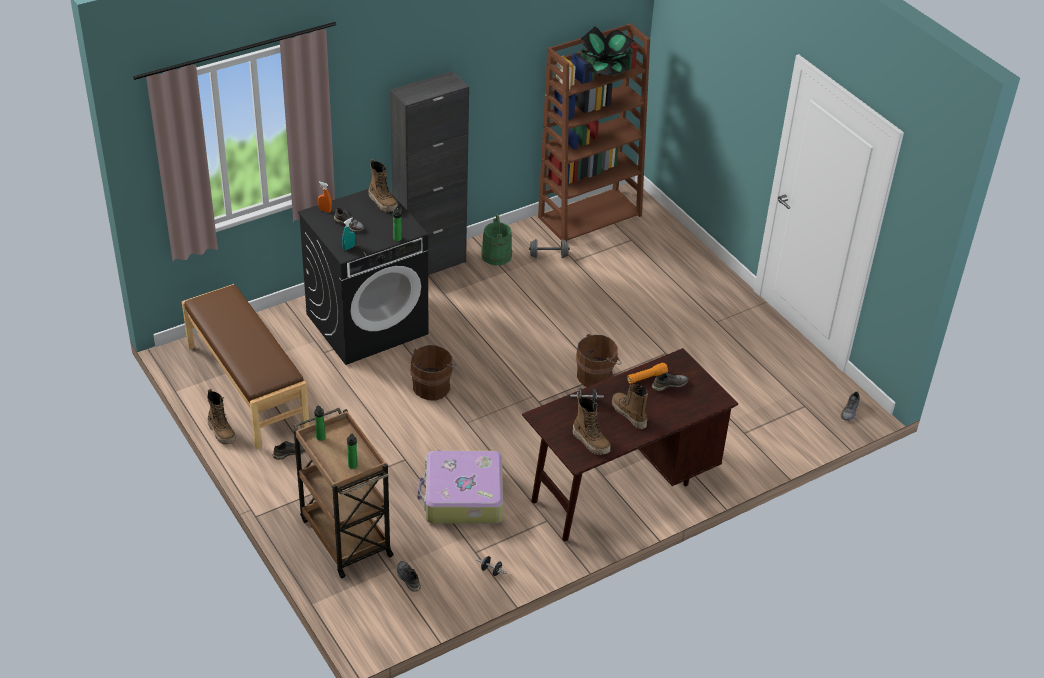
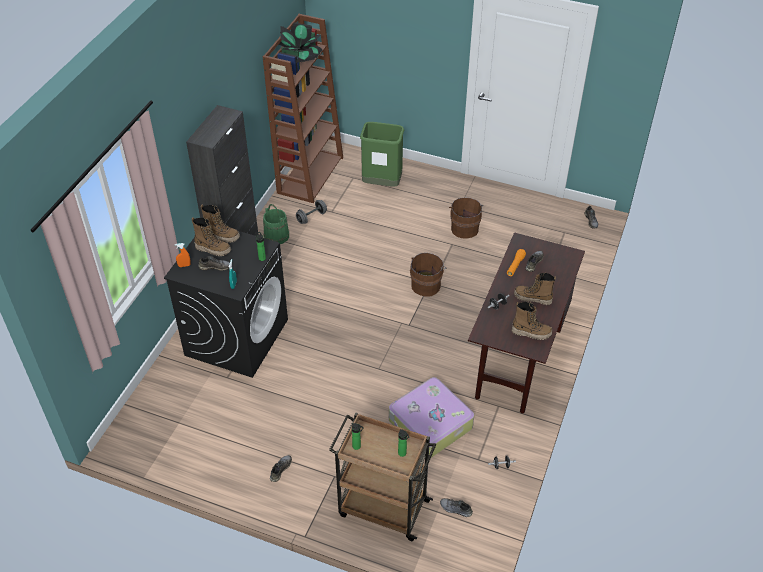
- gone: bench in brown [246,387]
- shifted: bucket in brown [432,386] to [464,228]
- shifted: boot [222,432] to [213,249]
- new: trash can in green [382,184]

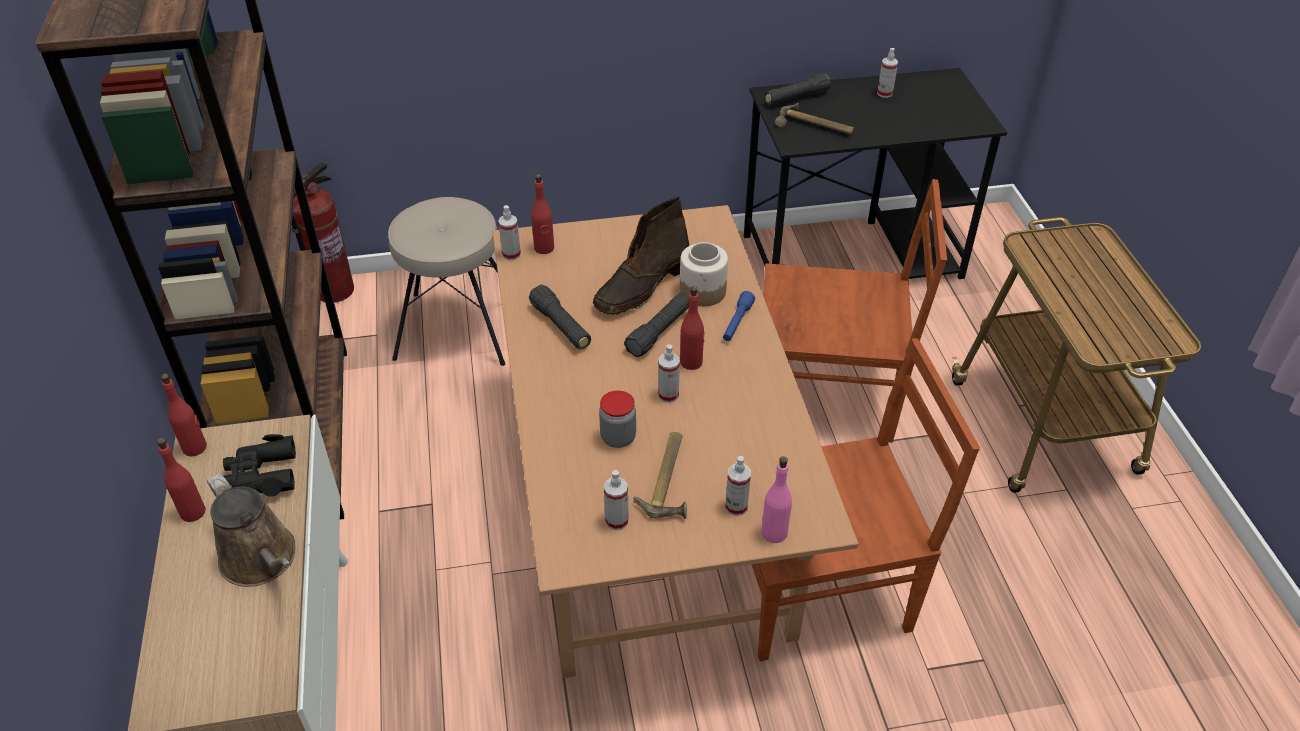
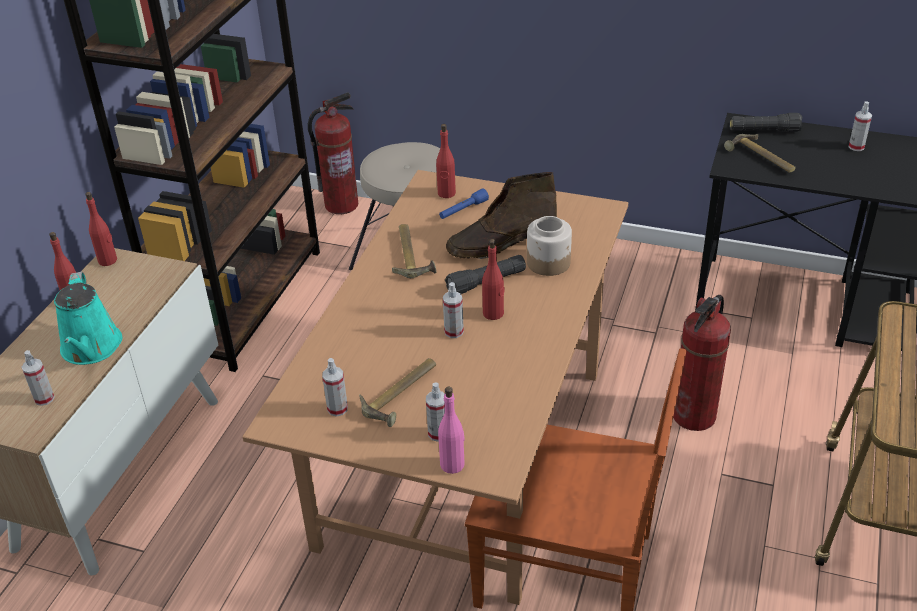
- swapped: chair in brown [829,395] to fire extinguisher [694,416]
- shifted: spray bottle [511,254] to [44,398]
- swapped: flashlight in black [561,326] to hammer [412,254]
- shifted: flashlight in blue [737,322] to [463,210]
- gone: jar [618,438]
- gone: binoculars in black [262,475]
- repainted: watering can in brown [262,560] to watering can in turquoise [91,349]

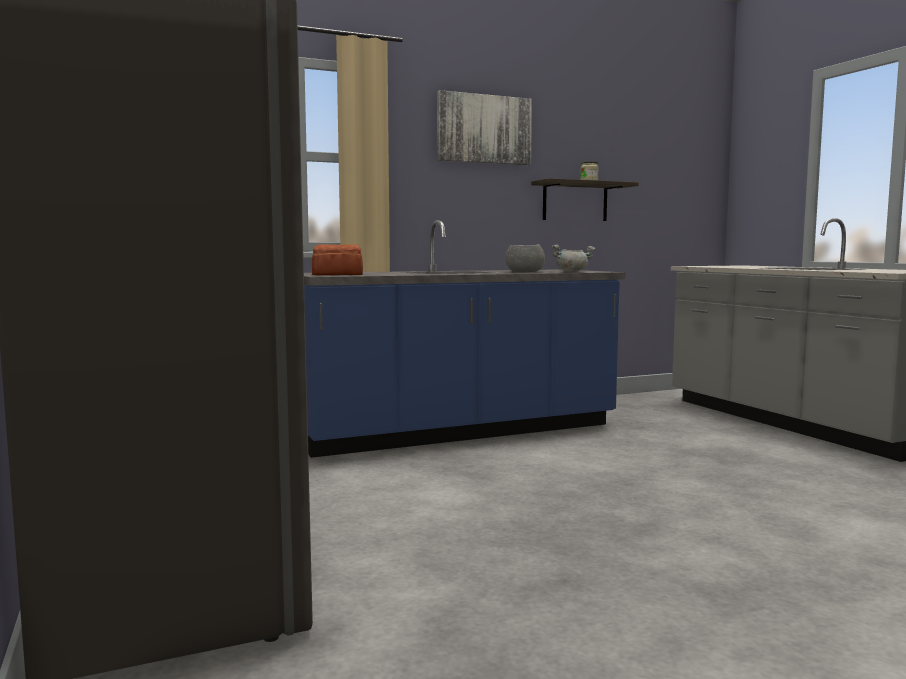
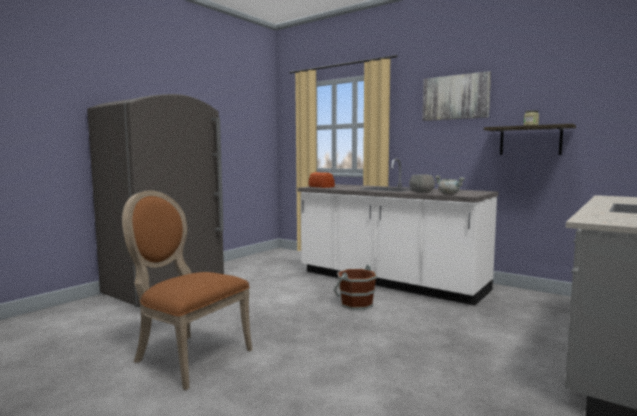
- repainted: counter in blue [457,431] to counter in white [389,281]
- new: chair in brown [187,356]
- new: bucket in brown [355,304]

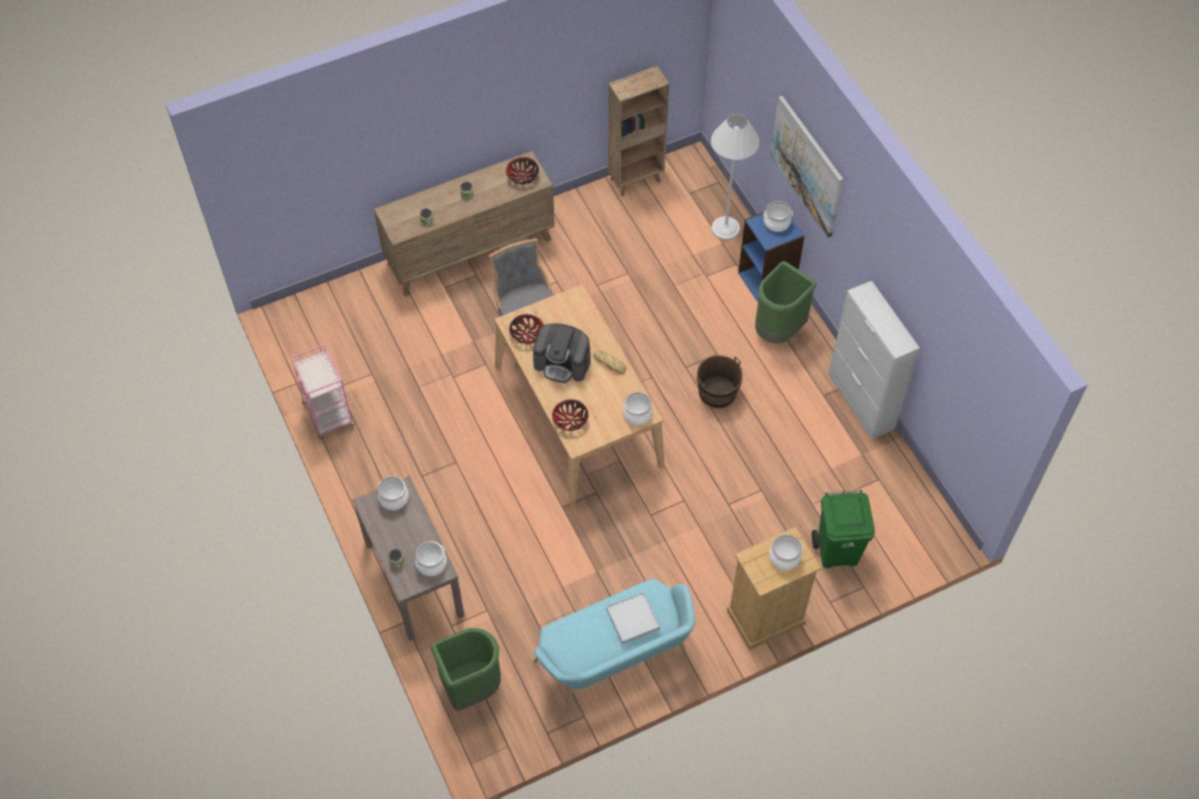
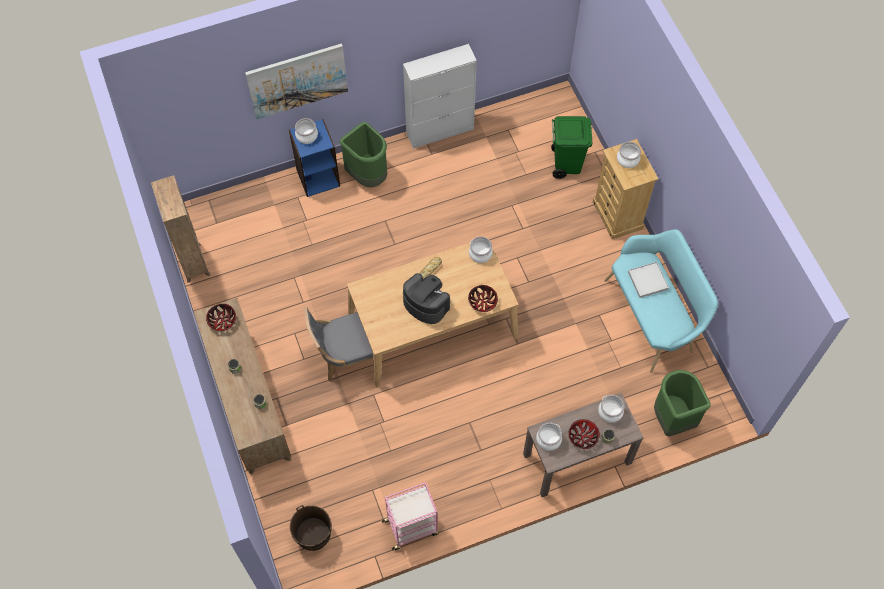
- gone: floor lamp in white [725,228]
- shifted: bowl [527,334] to [582,437]
- rotated: coffee machine [562,363] = [425,304] 75 degrees counterclockwise
- shifted: bucket in brown [717,393] to [313,534]

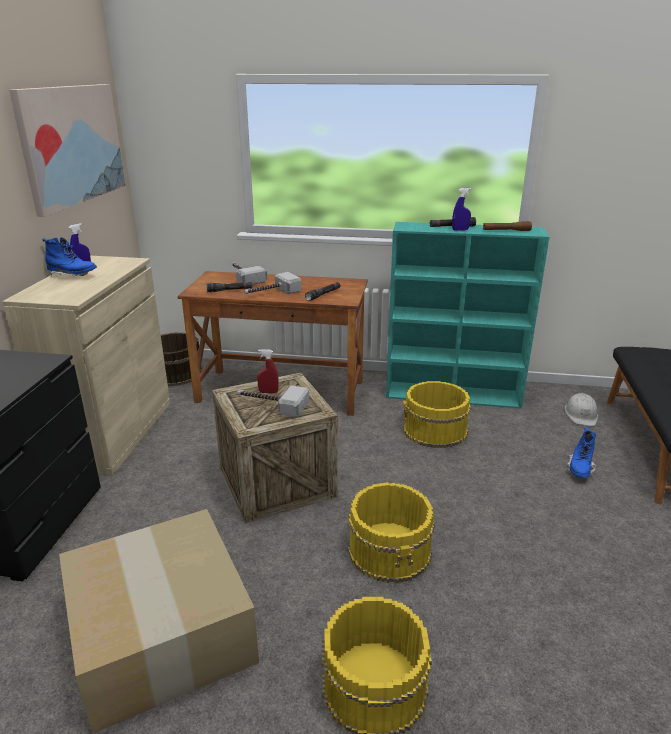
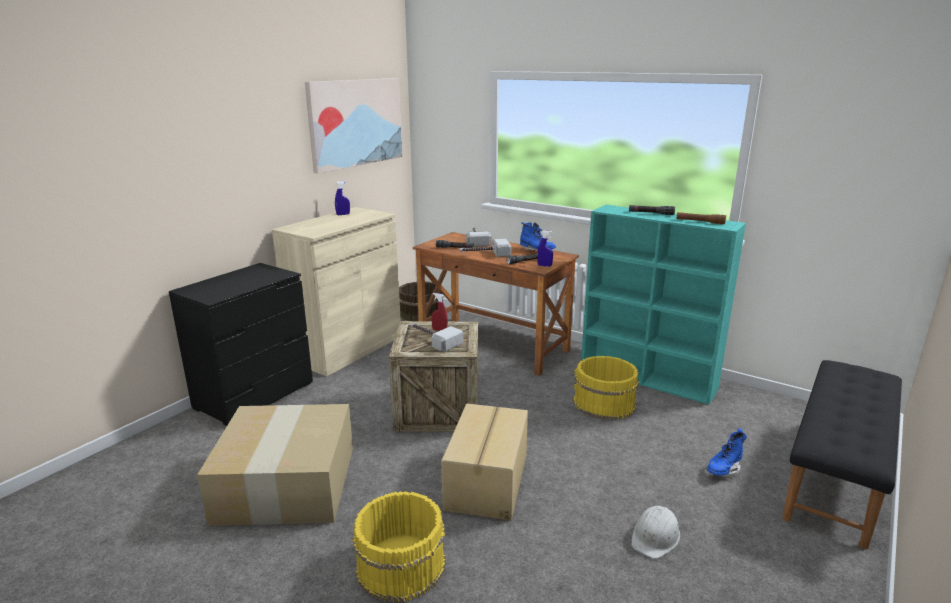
- shifted: spray bottle in blue [460,230] to [544,266]
- shifted: boot in blue [72,276] to [537,251]
- shifted: hard hat in white [581,414] to [655,536]
- swapped: bucket in yellow [390,550] to cardboard box [488,481]

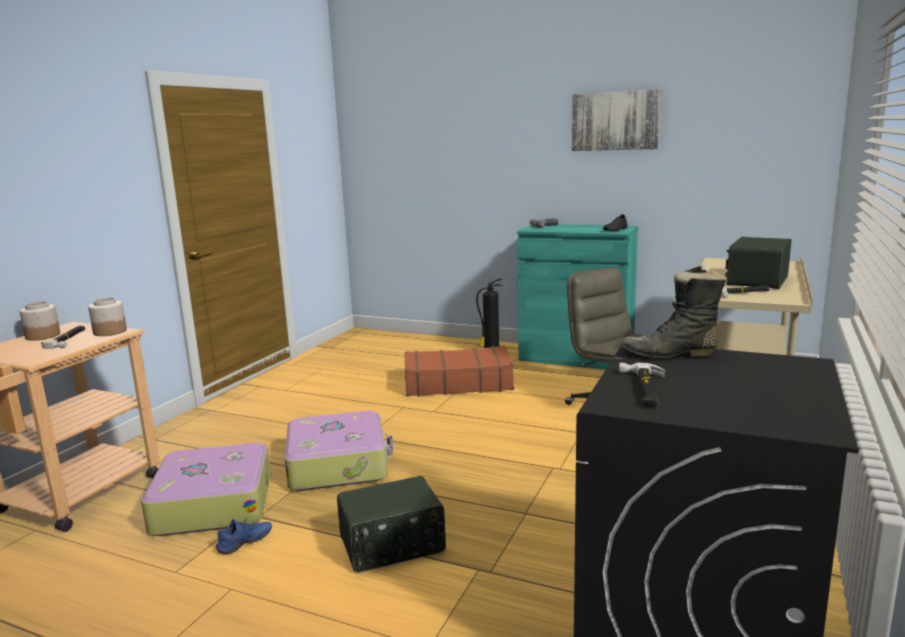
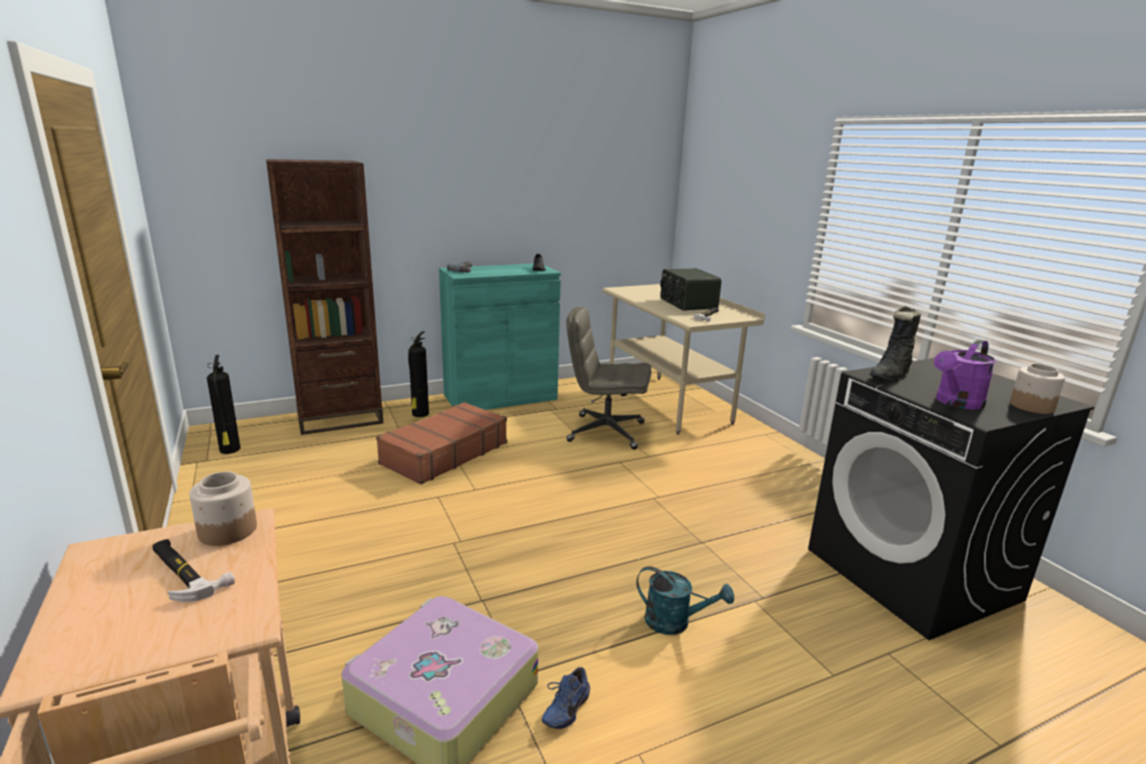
- gone: picture [615,121]
- shifted: jar [43,336] to [1031,406]
- swapped: hammer [643,388] to watering can in purple [956,403]
- gone: suitcase [338,464]
- swapped: radio [392,546] to watering can in turquoise [675,622]
- rotated: shoe in blue [245,544] = [564,708] 150 degrees counterclockwise
- new: bookcase in brown [340,419]
- new: fire extinguisher [230,450]

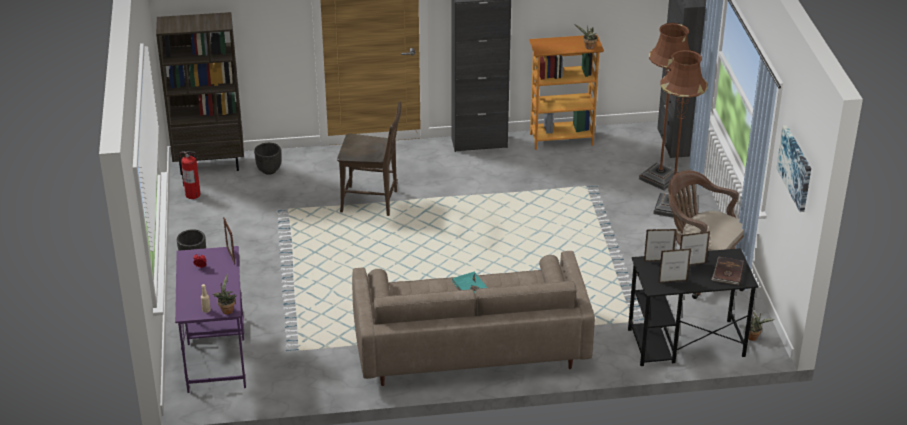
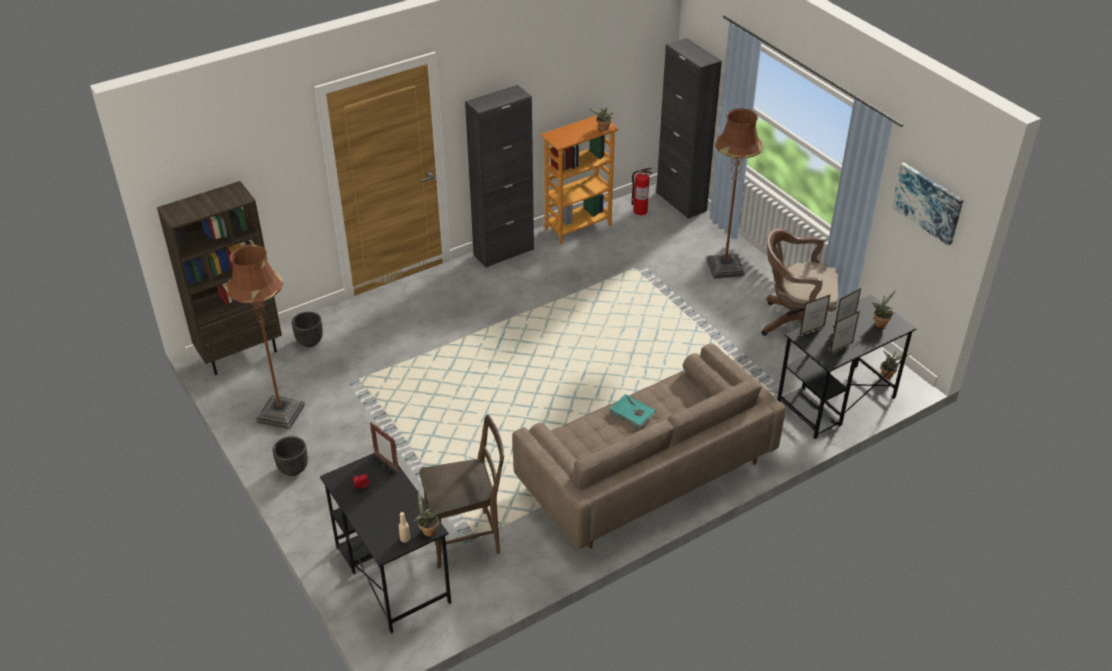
- shifted: floor lamp in brown [660,178] to [281,414]
- shifted: chair in brown [372,202] to [467,538]
- shifted: fire extinguisher [192,194] to [640,211]
- repainted: desk in purple [216,353] to desk in black [391,573]
- swapped: book in brown [727,272] to potted plant [880,323]

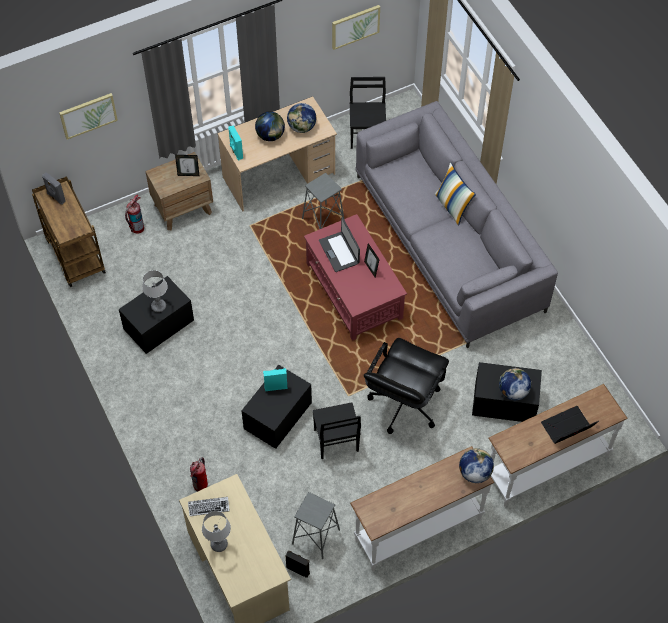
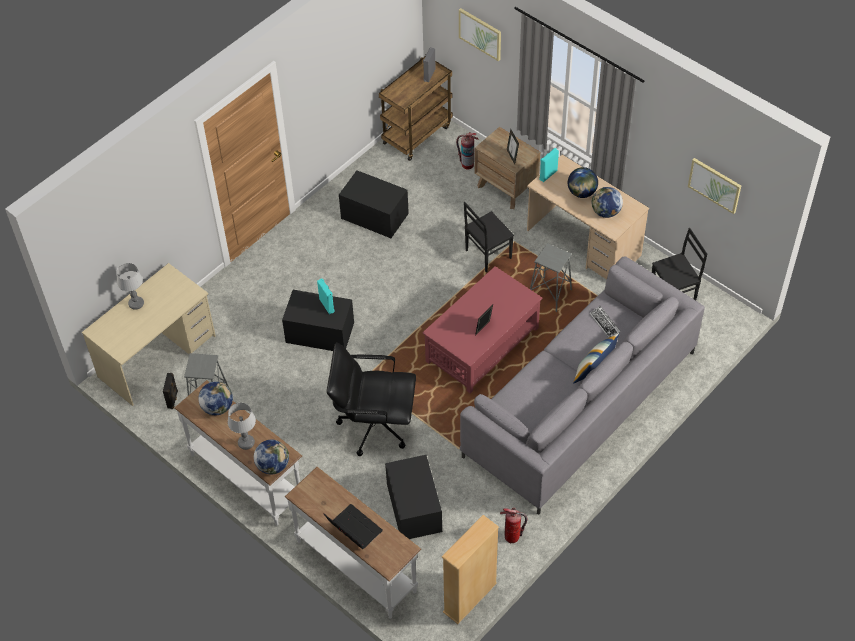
- gone: laptop [339,252]
- shifted: table lamp [158,306] to [246,443]
- shifted: globe [513,391] to [217,407]
- shifted: chair in black [335,441] to [487,254]
- shifted: fire extinguisher [201,485] to [512,537]
- shifted: keyboard [208,507] to [605,324]
- new: bookcase in beige [470,598]

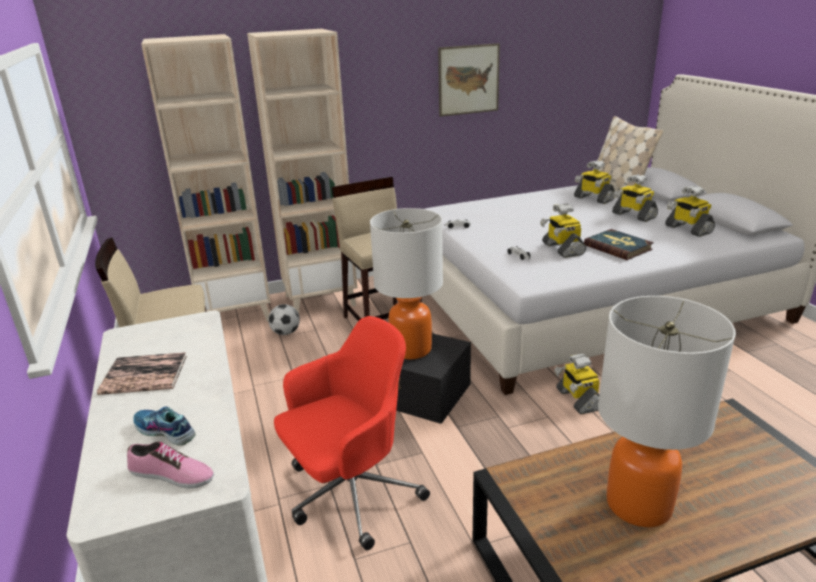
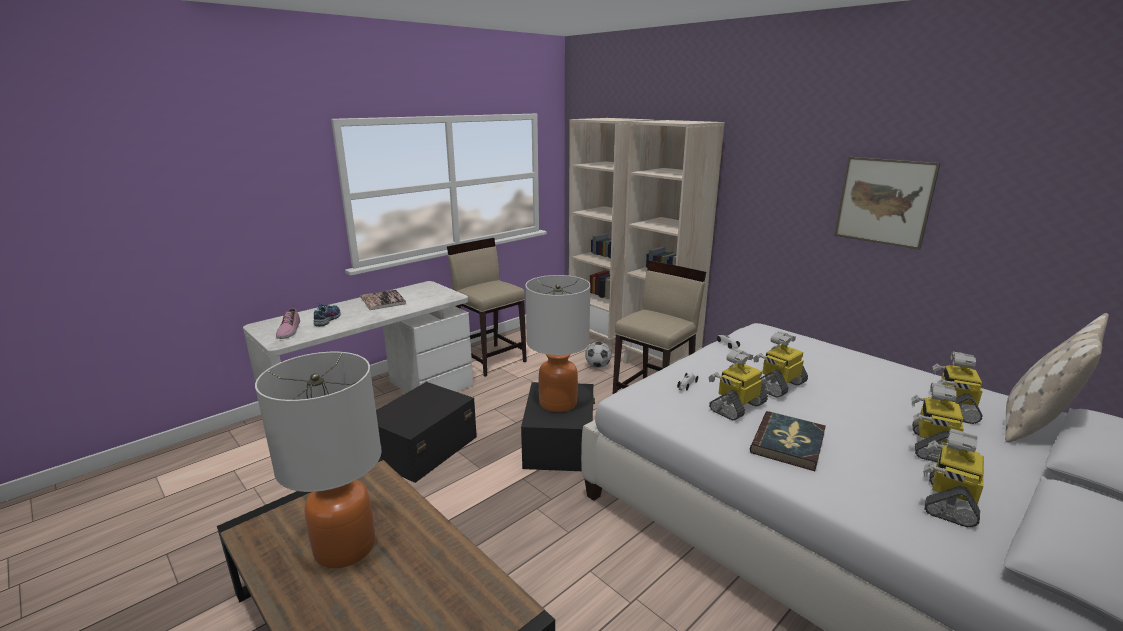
- swapped: office chair in red [350,494] to storage box in black [422,448]
- shifted: toy robot [578,399] to [779,385]

